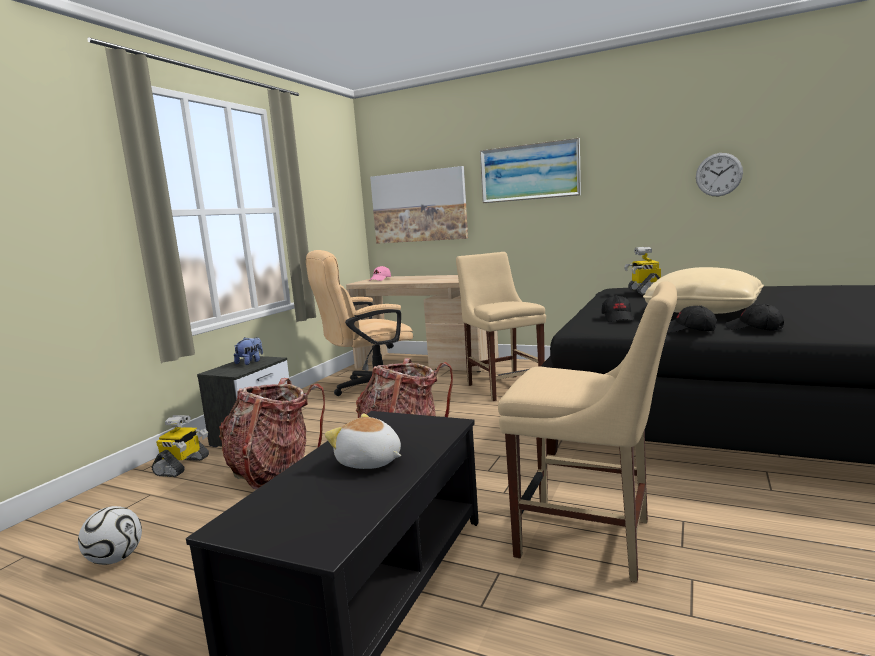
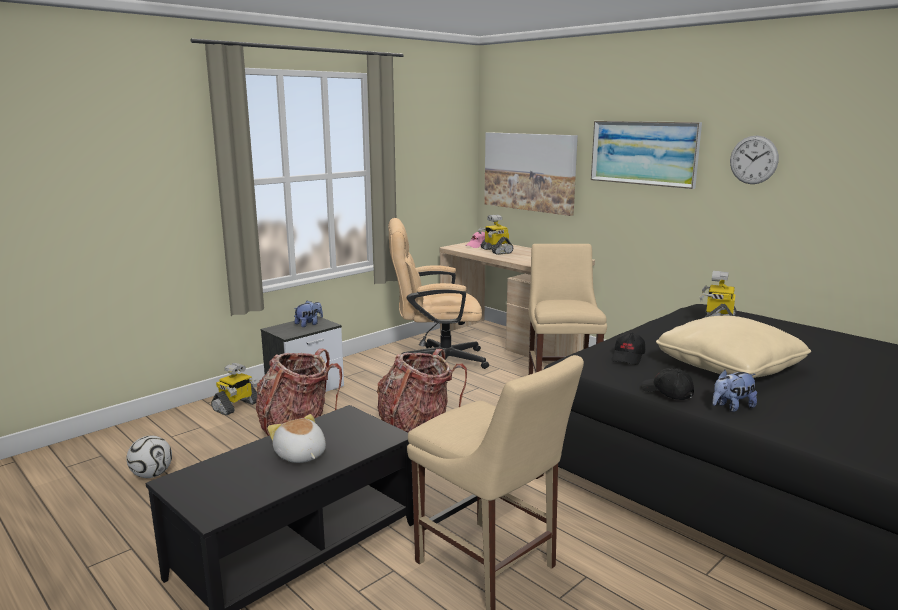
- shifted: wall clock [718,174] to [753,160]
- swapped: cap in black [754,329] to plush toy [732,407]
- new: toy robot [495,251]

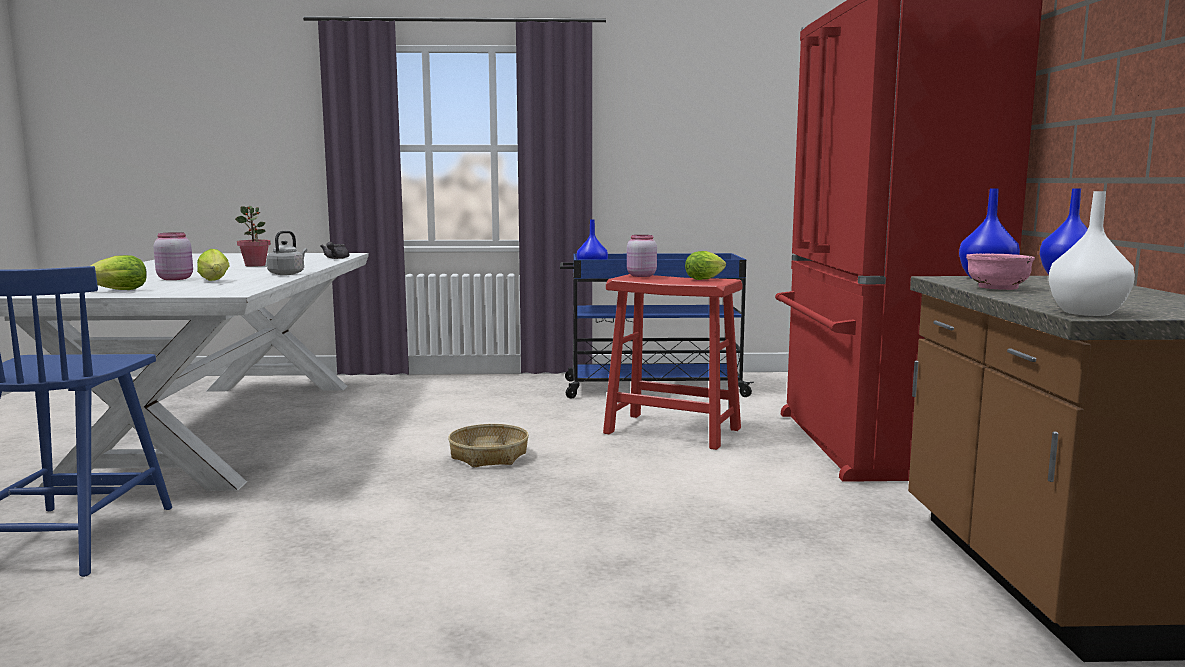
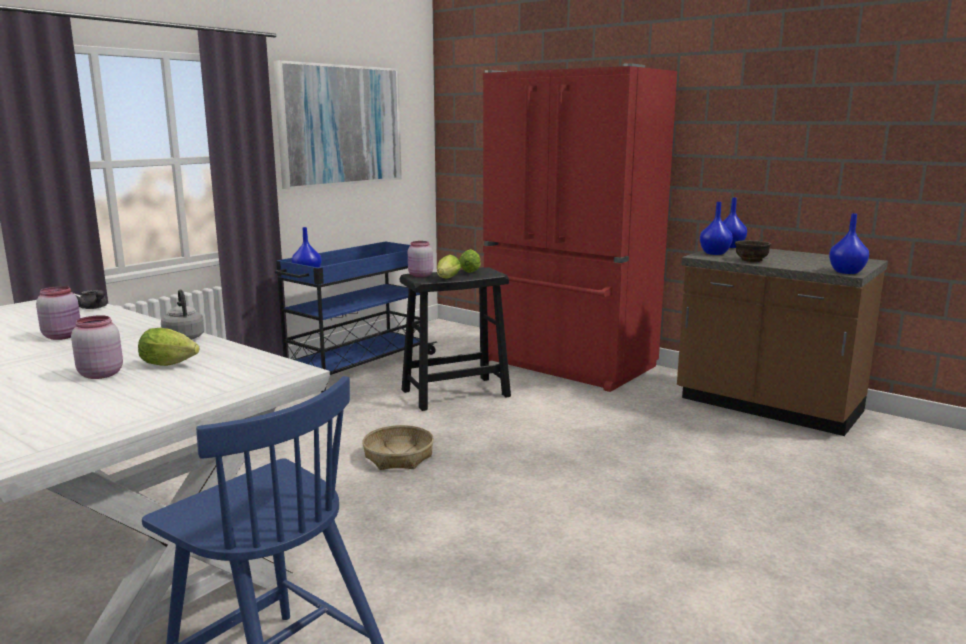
- repainted: vase in white [1088,313] to vase in blue [847,272]
- swapped: potted plant [255,265] to jar in pink [63,336]
- repainted: bowl in pink [997,288] to bowl in brown [751,260]
- shifted: lettuce [116,290] to [447,279]
- repainted: stool in red [673,431] to stool in black [456,393]
- new: picture [340,125]

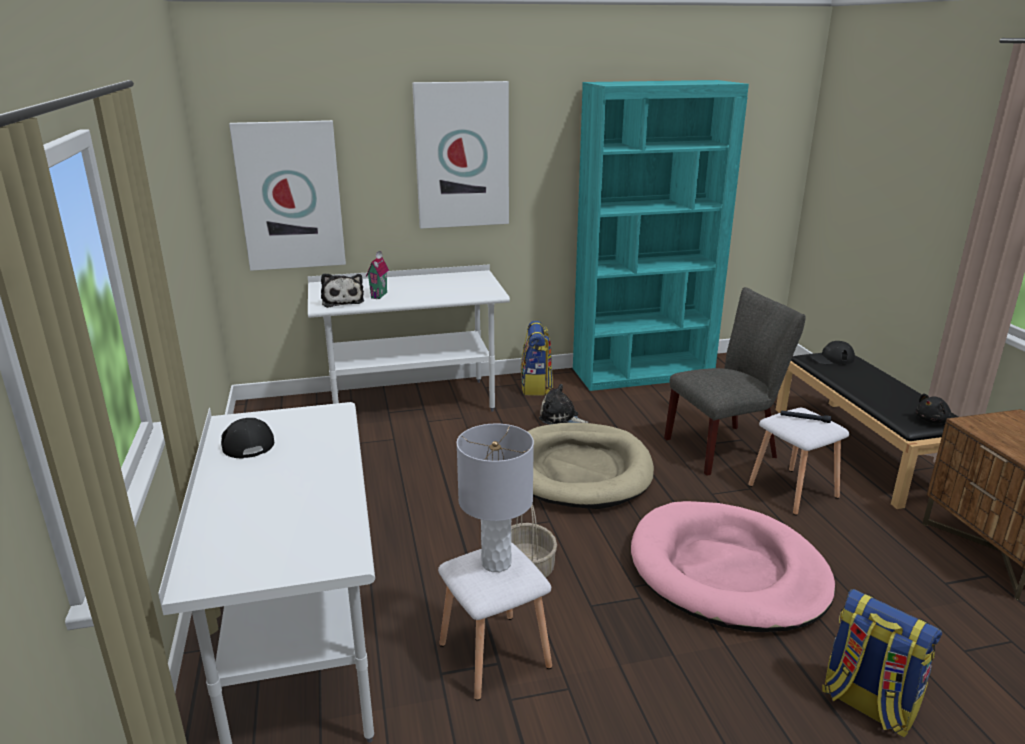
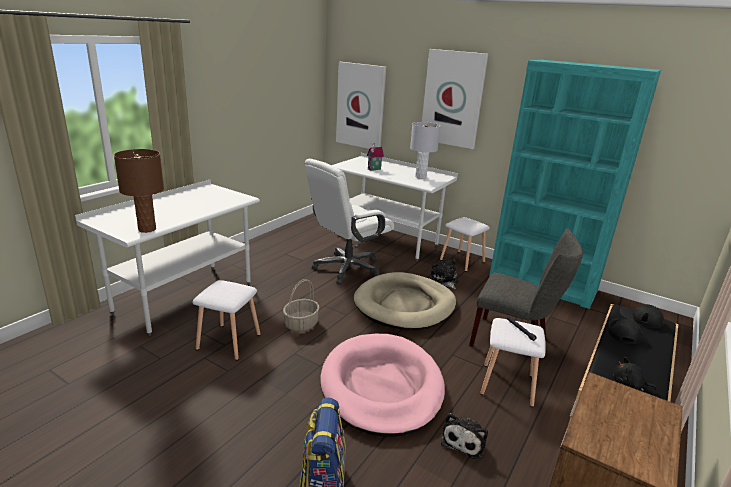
- shifted: plush toy [342,301] to [464,440]
- swapped: backpack [536,387] to stool in white [462,261]
- shifted: cap in black [246,442] to [623,332]
- shifted: table lamp in grey [496,563] to [420,177]
- new: table lamp in brown [147,229]
- new: office chair in white [347,268]

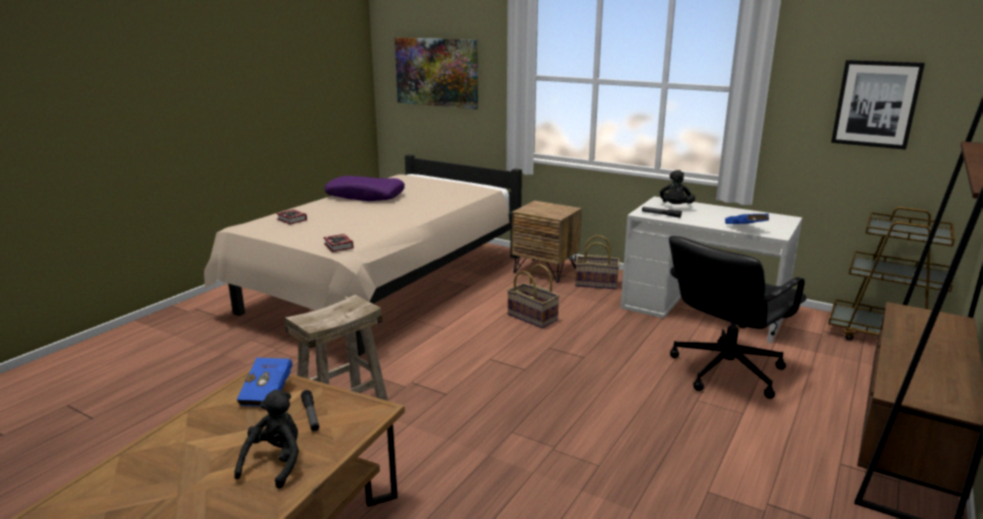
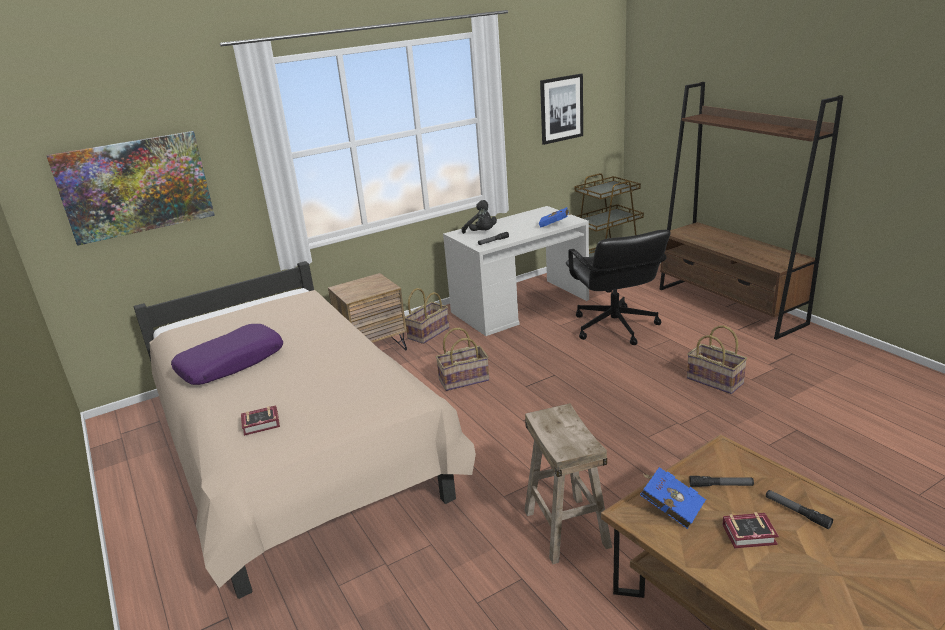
- shifted: book [338,246] to [752,535]
- swapped: plush toy in black [275,463] to flashlight [797,512]
- new: basket [715,380]

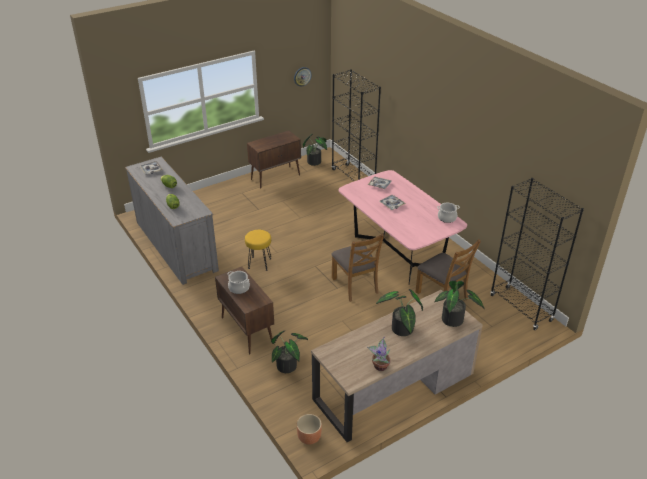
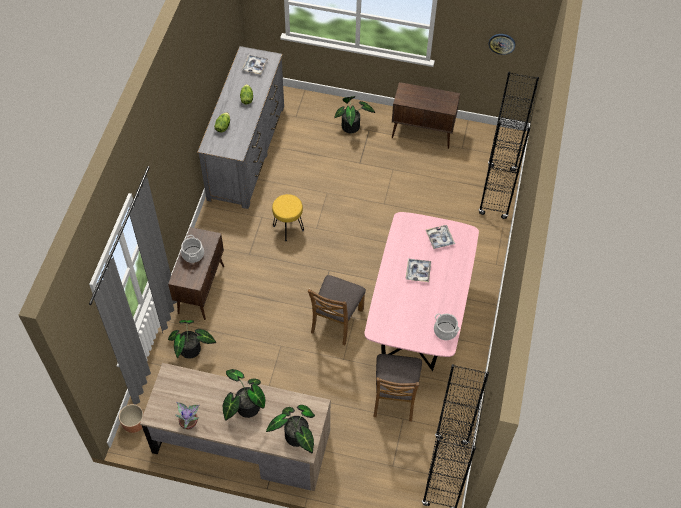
- shifted: potted plant [315,162] to [352,127]

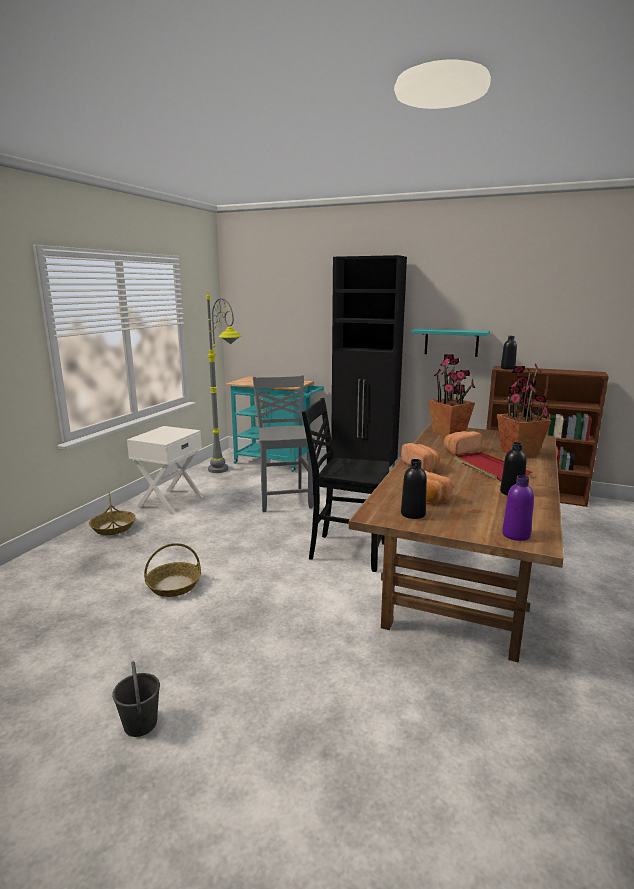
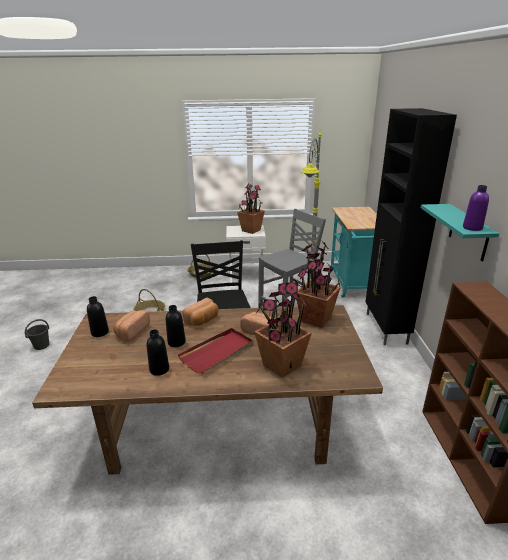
- shifted: bottle in black [507,368] to [176,342]
- shifted: bottle in purple [516,535] to [472,228]
- new: potted plant [251,230]

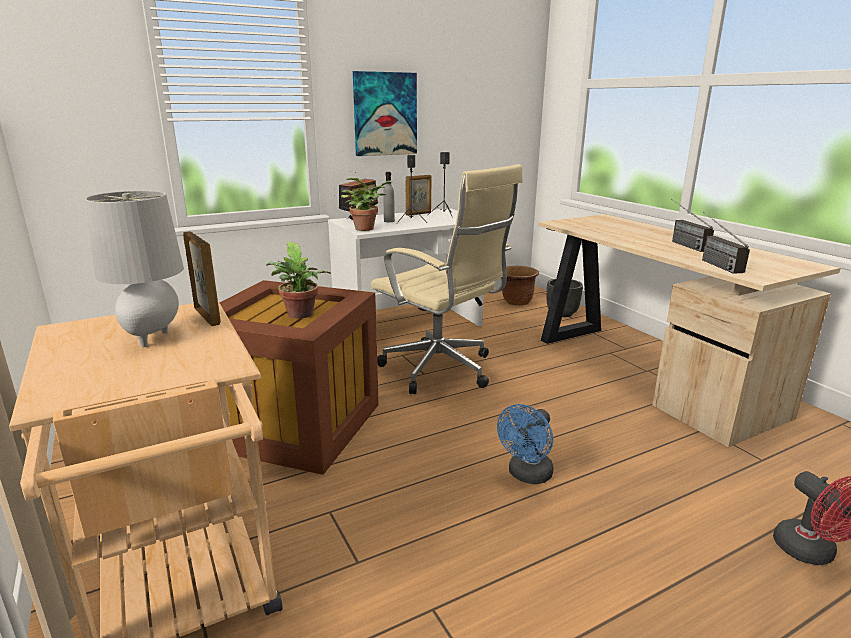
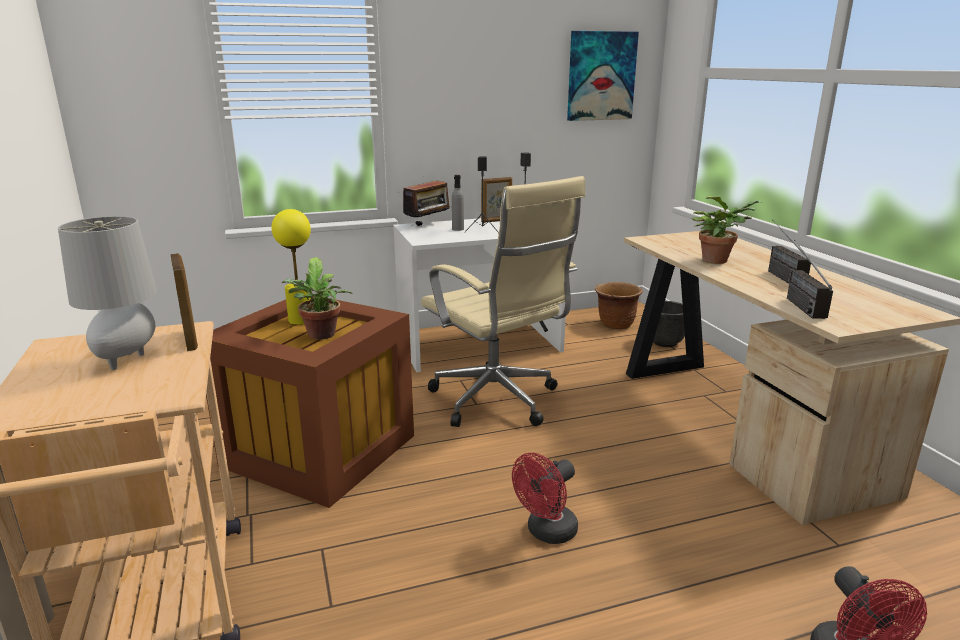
- shifted: picture [385,114] to [601,76]
- shifted: potted plant [367,228] to [717,260]
- repainted: fan in blue [527,475] to fan in red [546,533]
- new: table lamp in yellow [300,320]

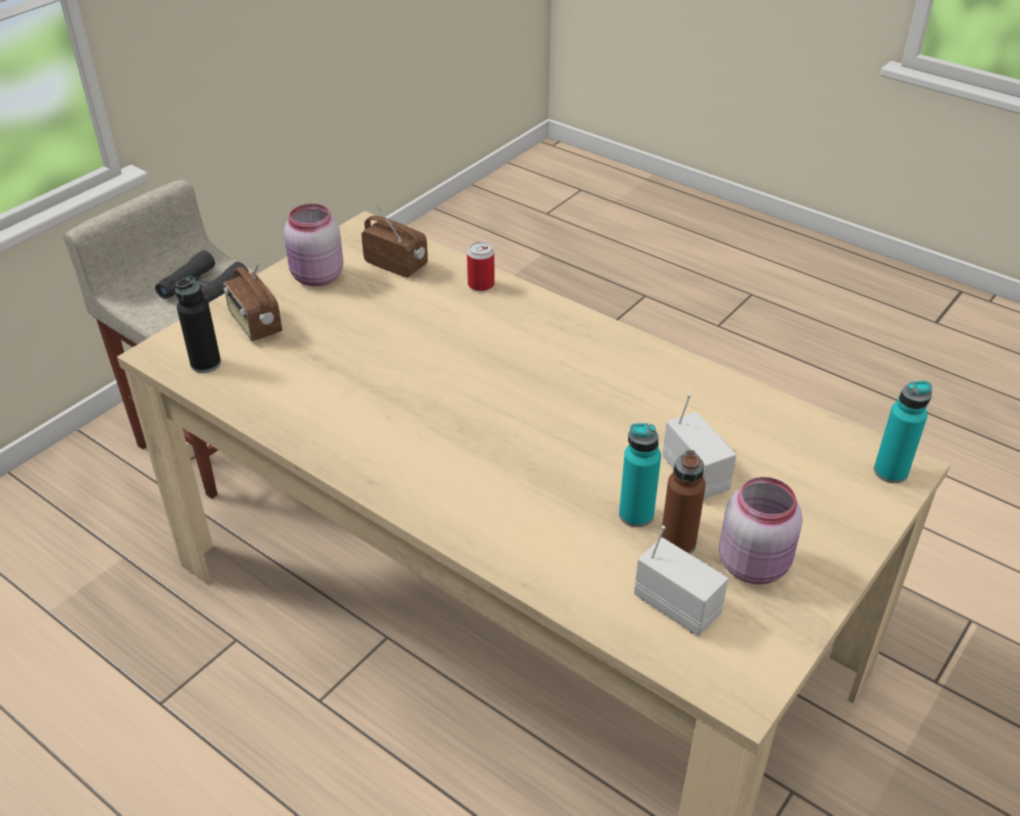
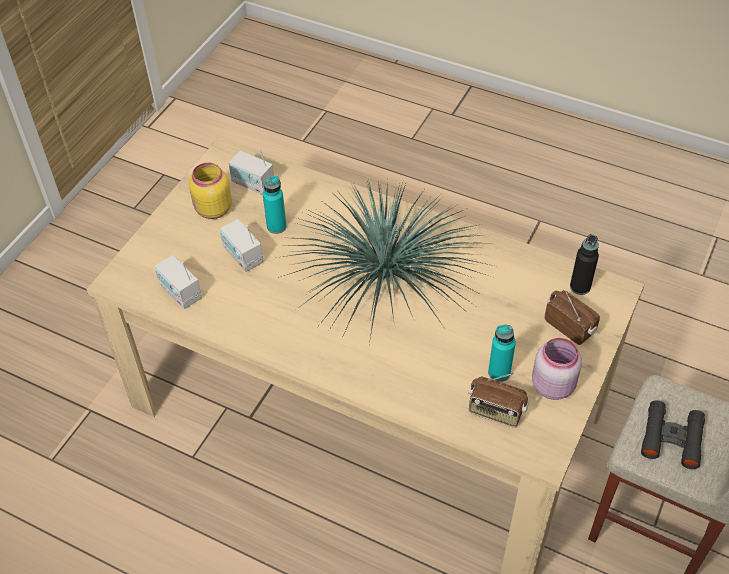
- gone: can [481,285]
- shifted: bottle in turquoise [890,472] to [499,372]
- gone: bottle in brown [677,543]
- repainted: jar in pink [755,564] to jar in yellow [212,210]
- new: potted plant [384,274]
- new: radio [180,293]

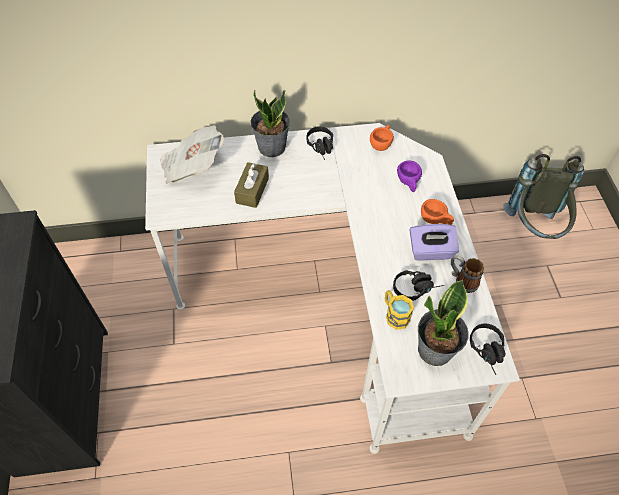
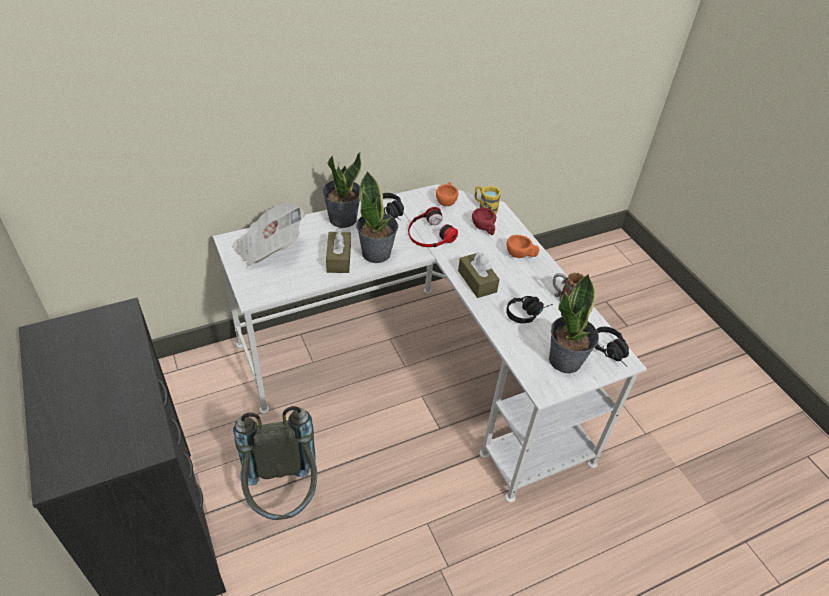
- shifted: backpack in grey [534,229] to [283,497]
- repainted: cup in purple [408,183] to cup in red [484,229]
- gone: tissue box in purple [431,251]
- shifted: mug in yellow [394,314] to [484,207]
- new: potted plant [376,253]
- new: headphones [429,234]
- new: tissue box in brown [477,281]

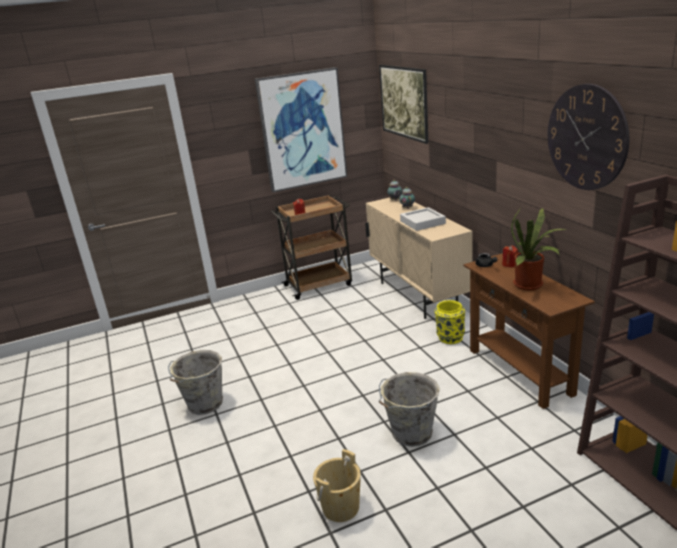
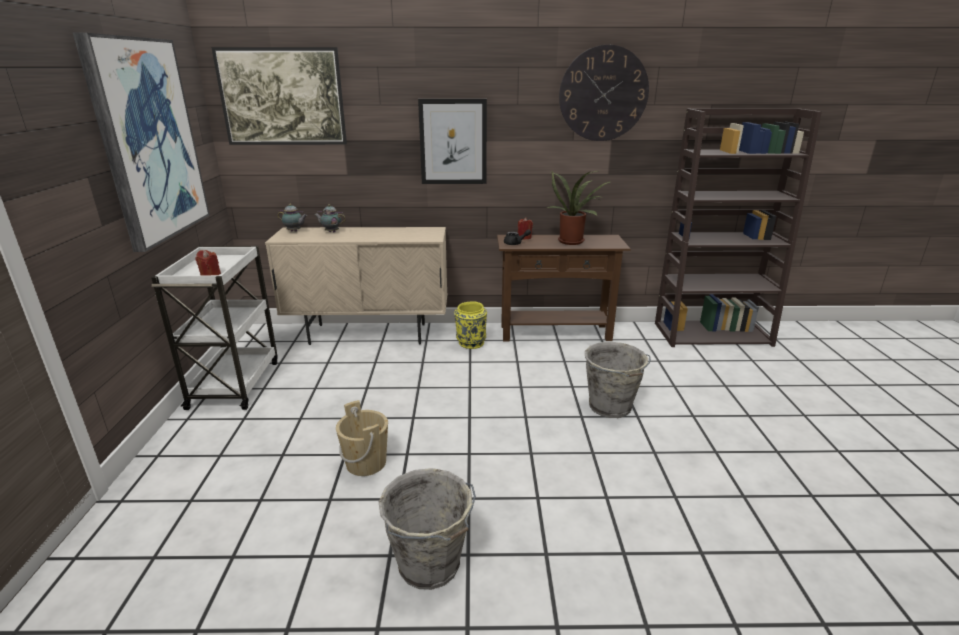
- repainted: cart in brown [319,285] to cart in white [235,383]
- gone: tray in grey [422,222]
- shifted: bucket in beige [341,507] to [366,463]
- new: picture [453,142]

